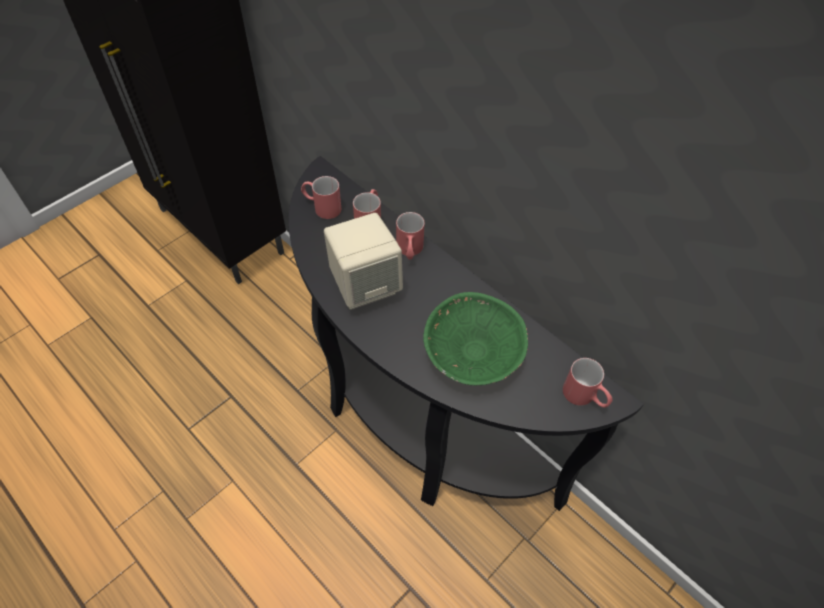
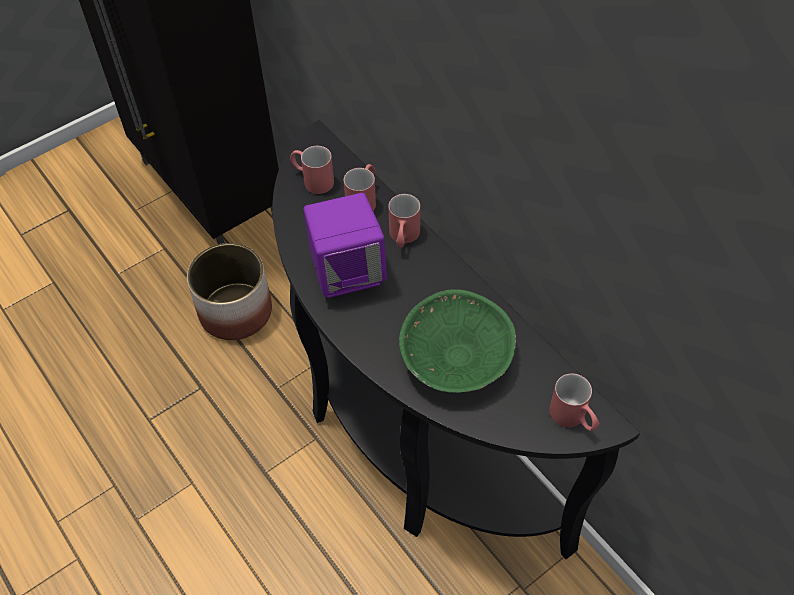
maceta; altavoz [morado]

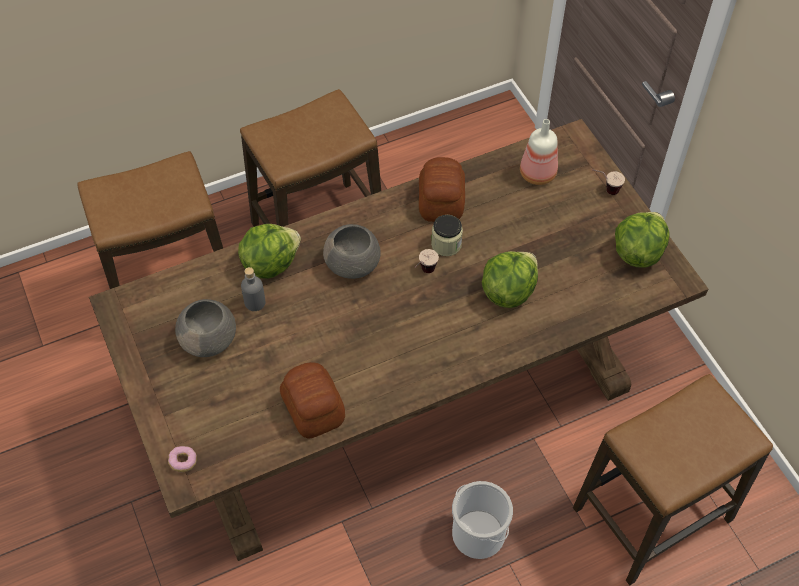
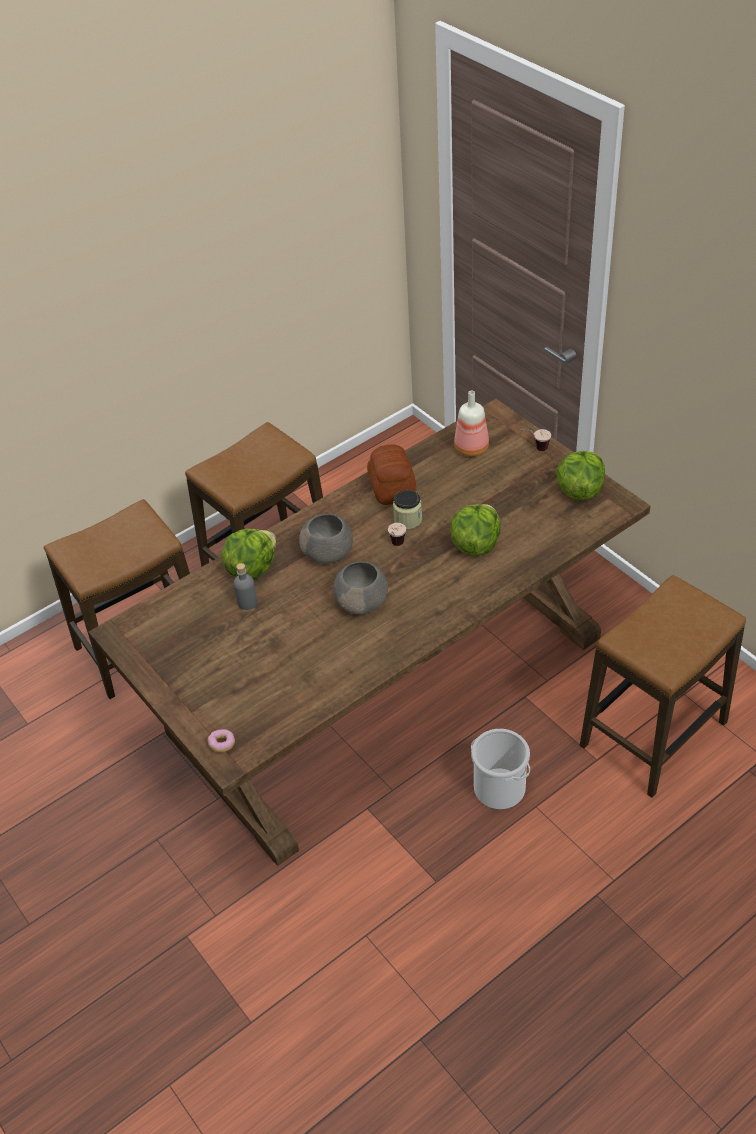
cuenco [gris] (2nd from left); pan (1st from left in the first image)

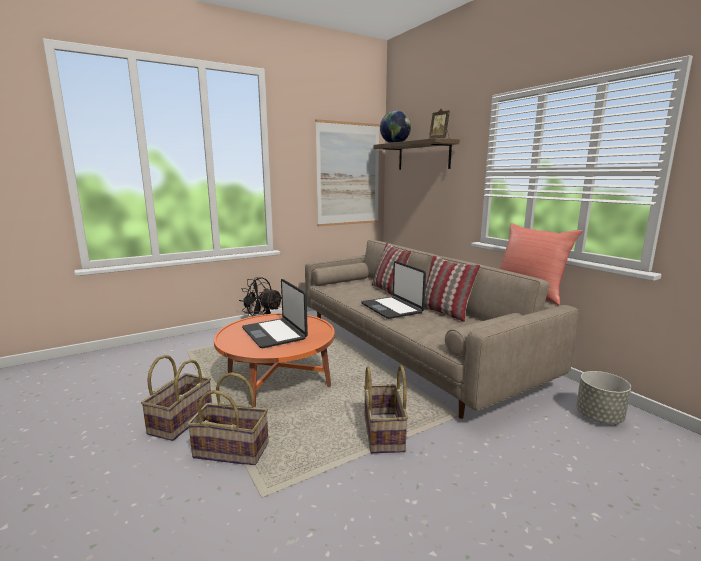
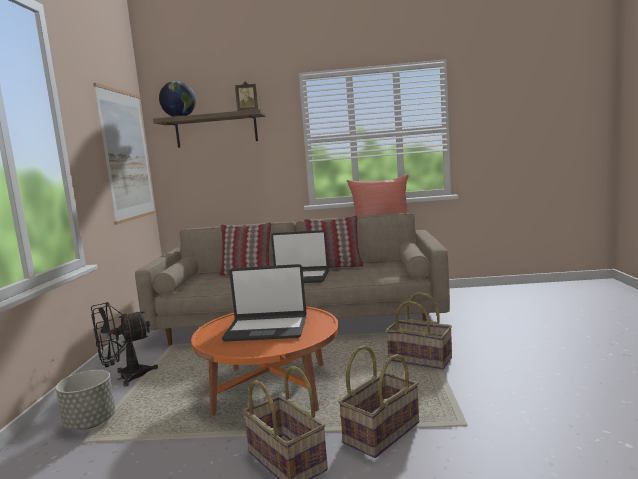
maceta [gris]

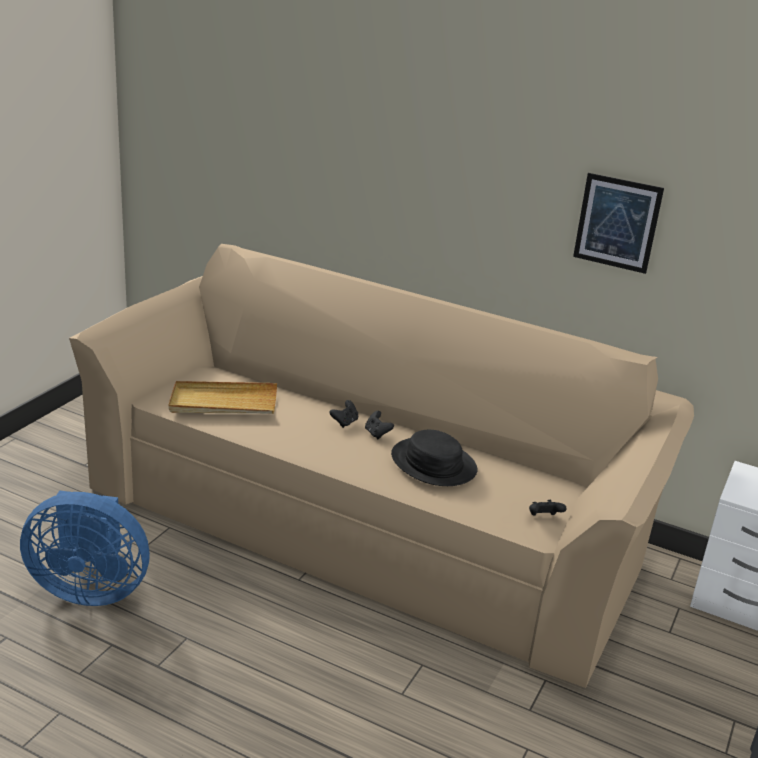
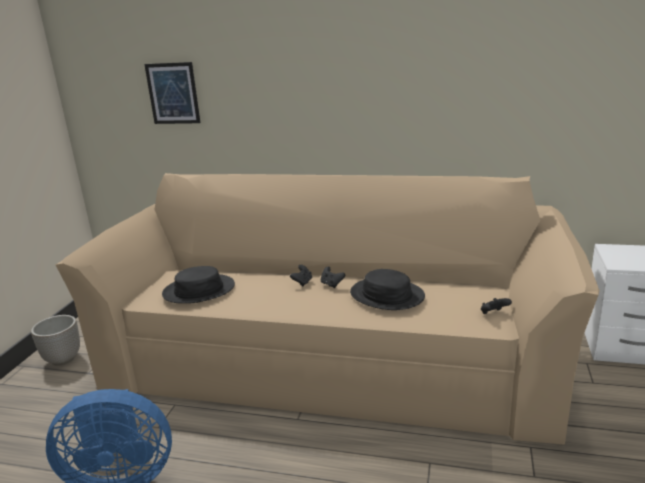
maceta; cuadro; sombrero [negro] (1st from left)

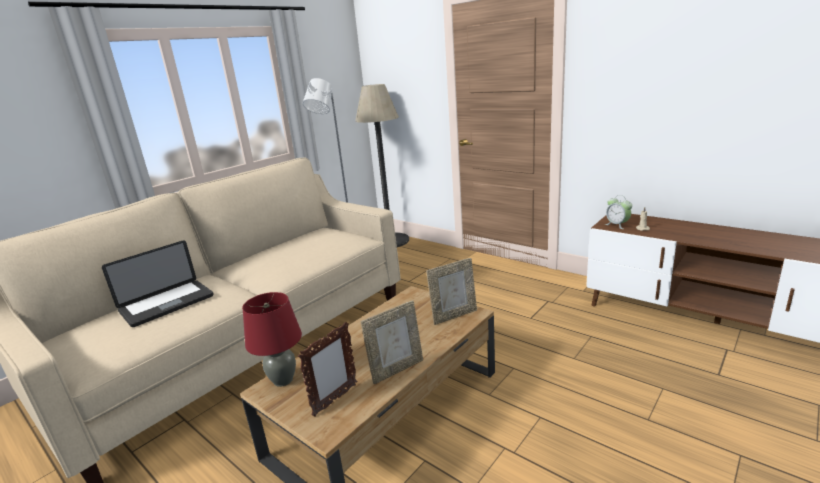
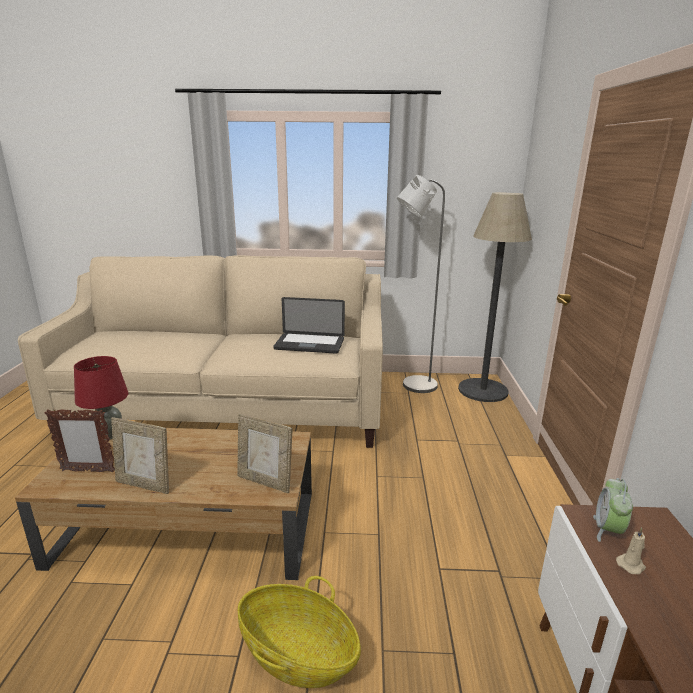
cesta; portátil

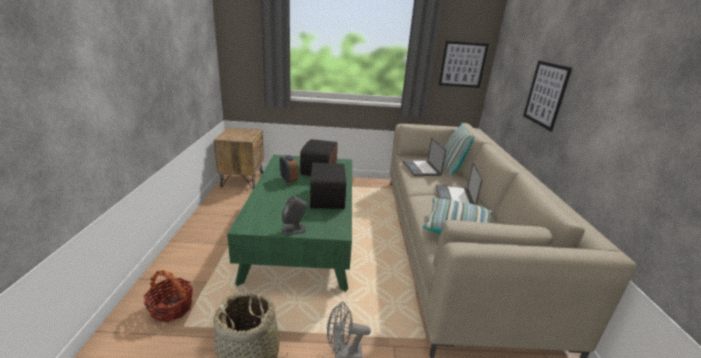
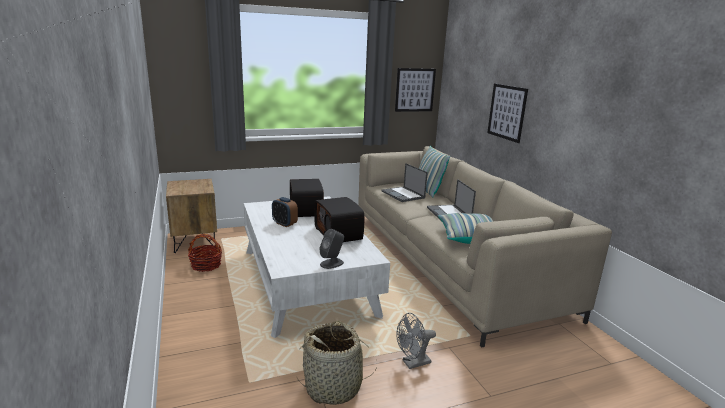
cesta (1st from left); mesa de centro [blanco]

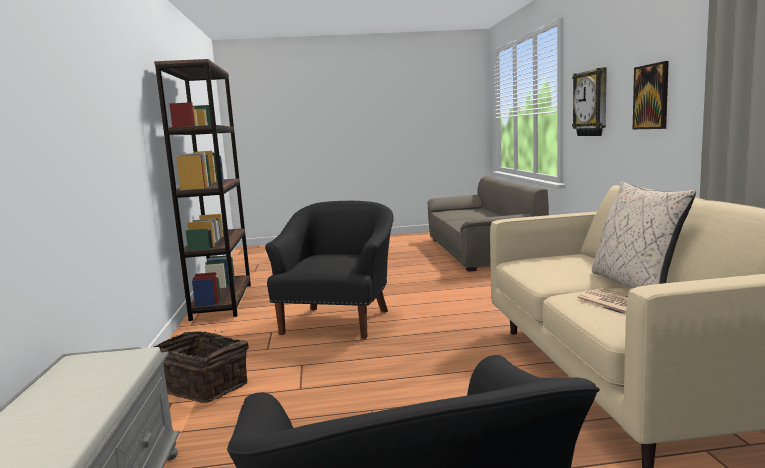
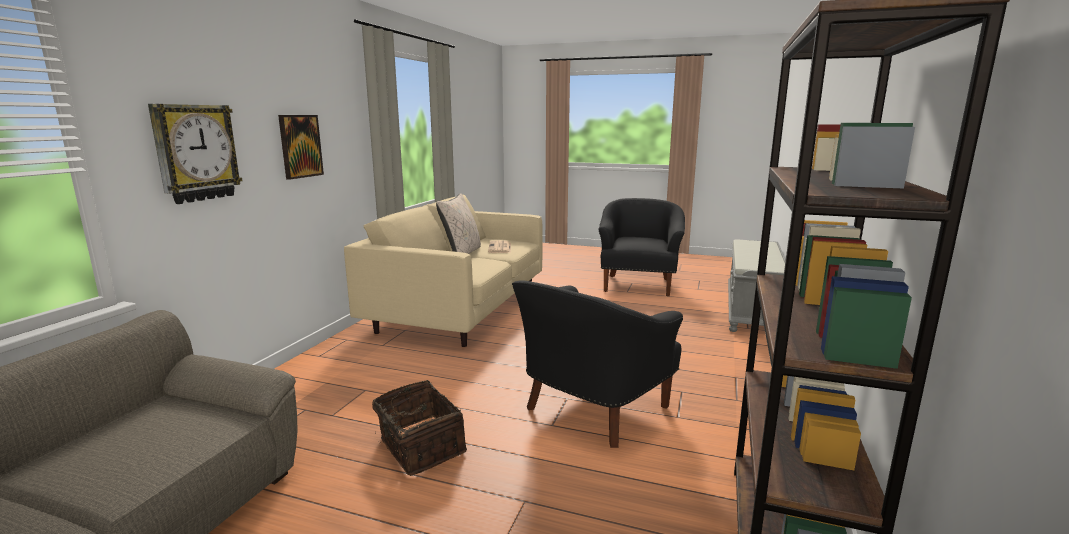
cesta

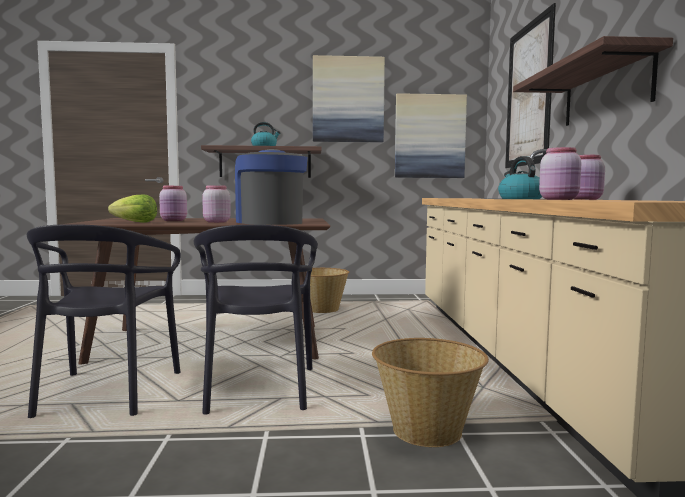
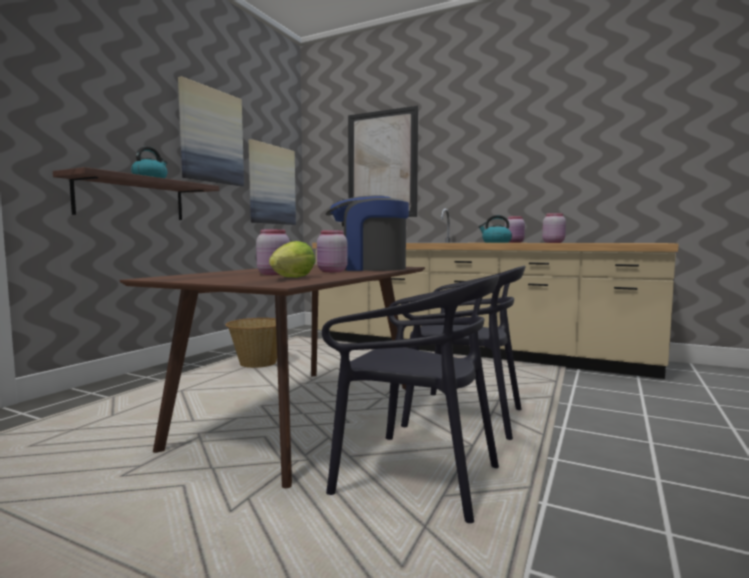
cesta (2nd from left in the first image); estante (2nd from left in the first image)

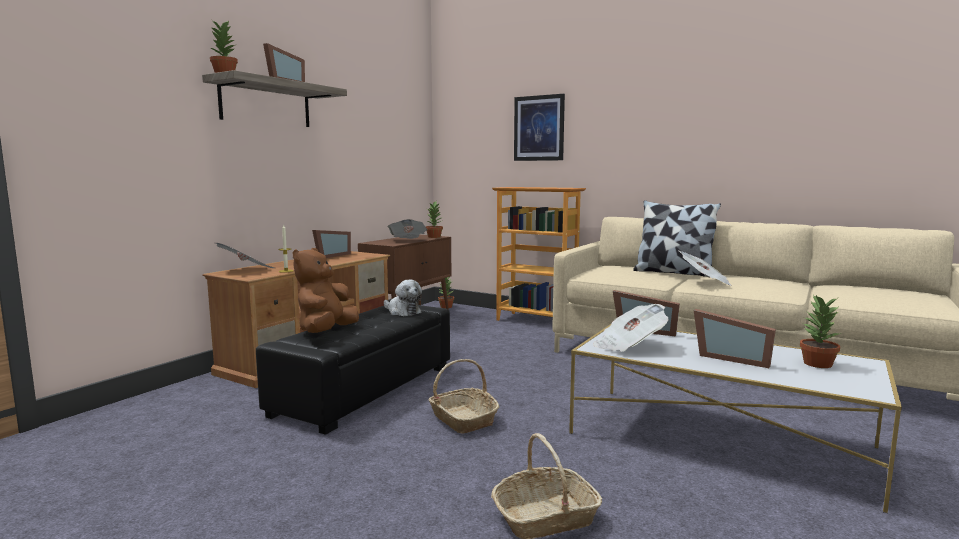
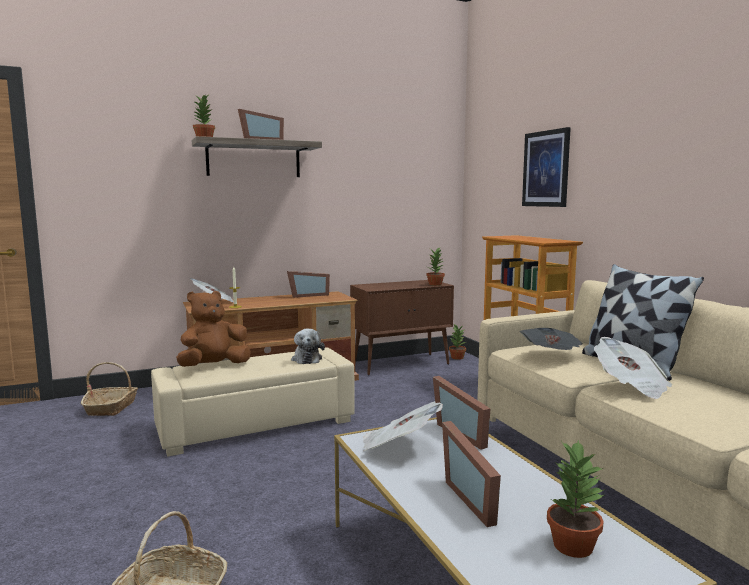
cesta (1st from left); puf [beis]; periódico (3rd from left)

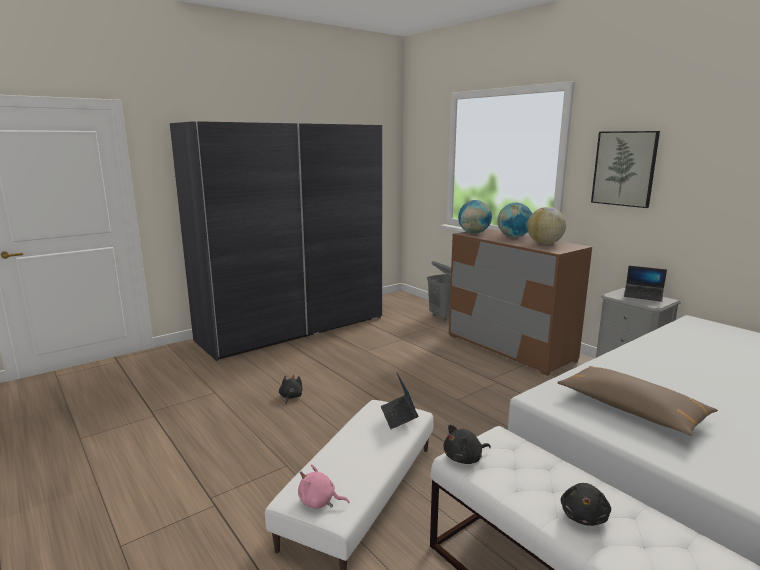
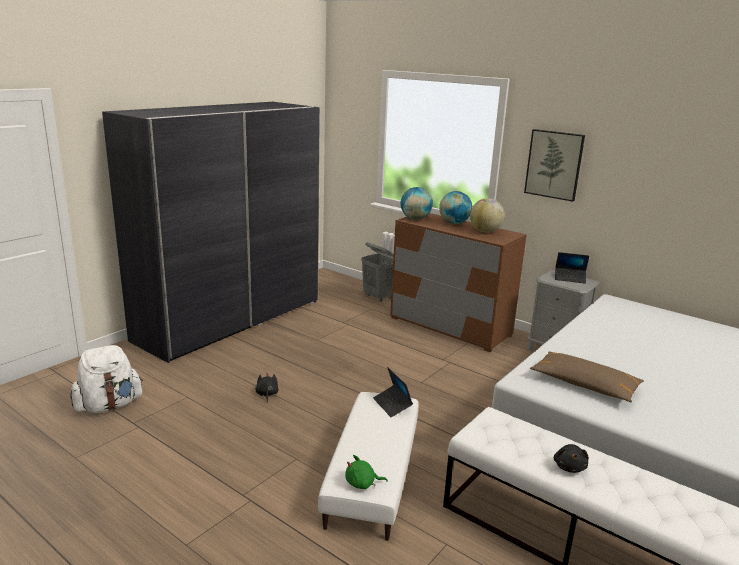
mochila [blanco]; peluche [verde]; peluche [negro] (2nd from left in the first image)

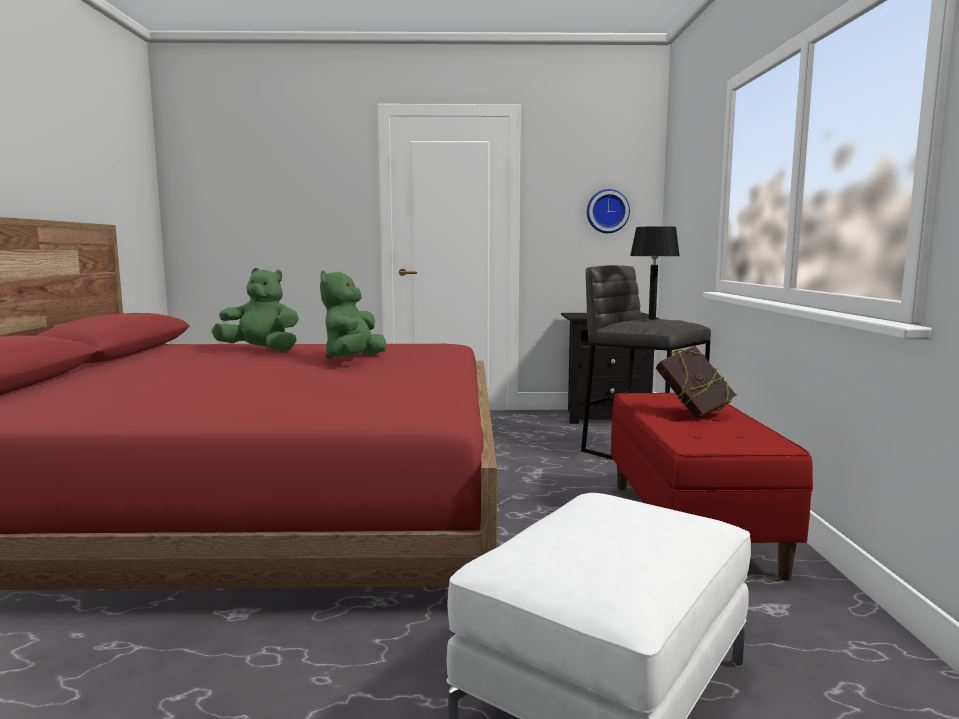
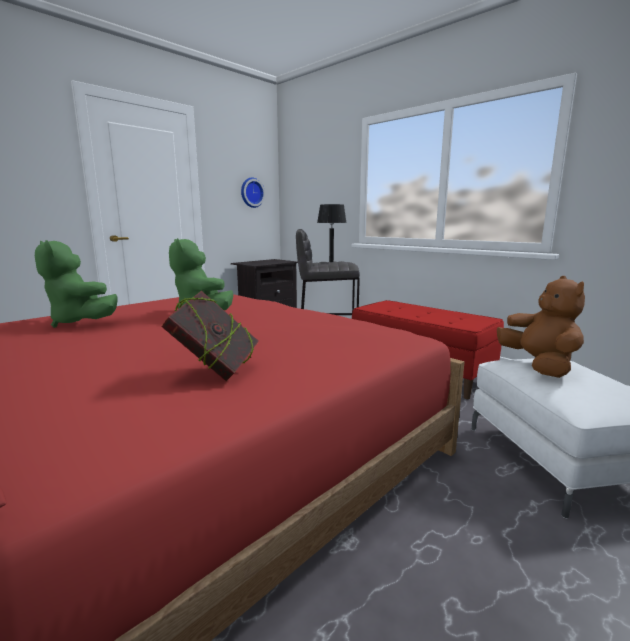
peluche [verde] (1st from left); libro; peluche [marrón]

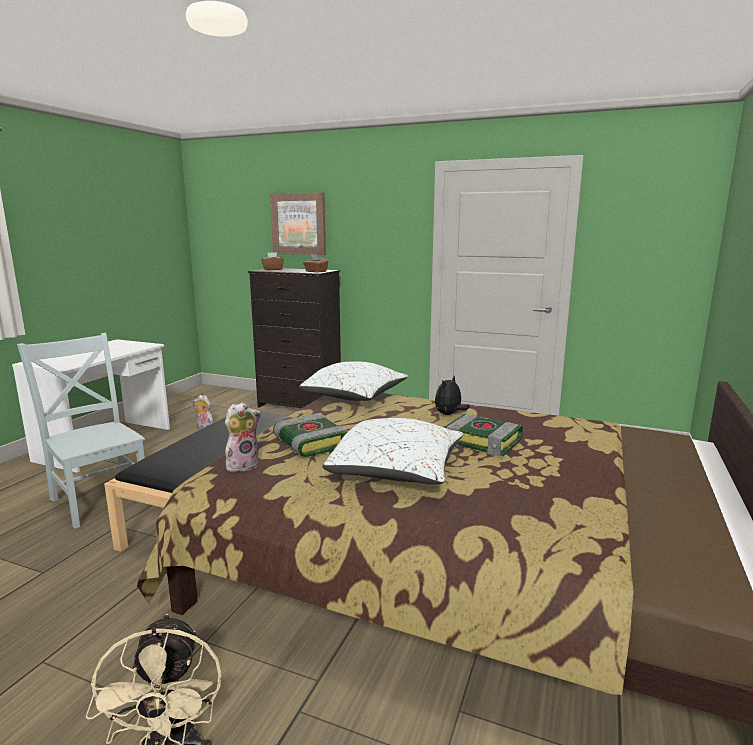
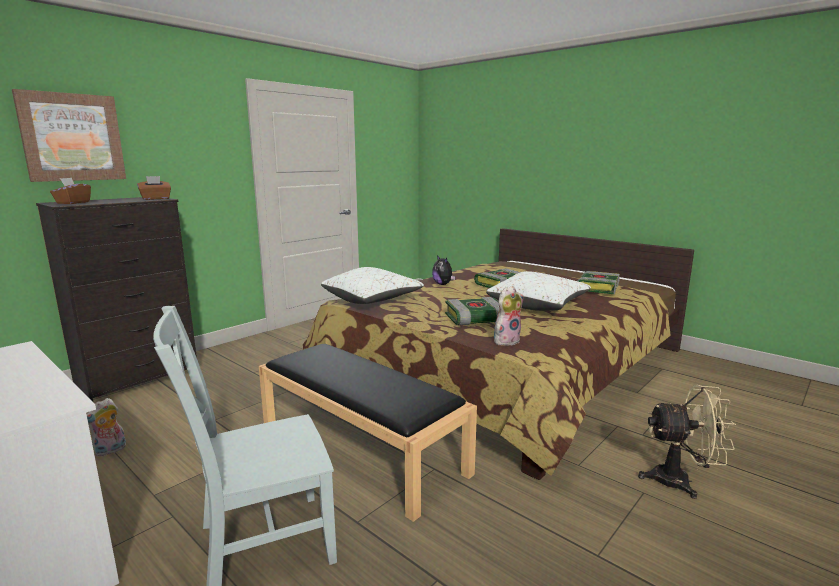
peluche (3rd from left); libro (3rd from left)

